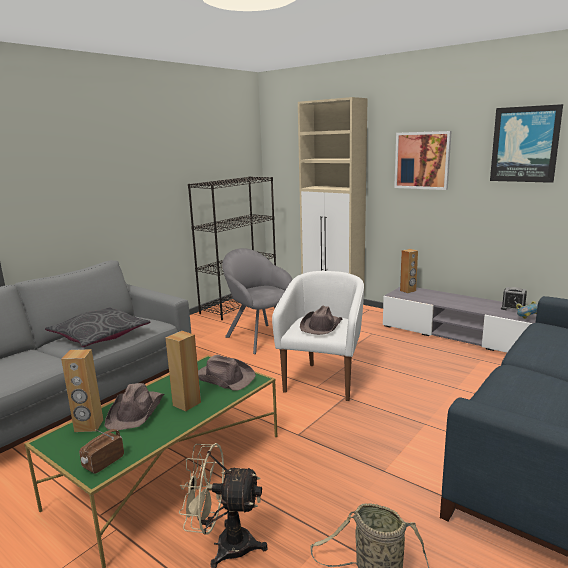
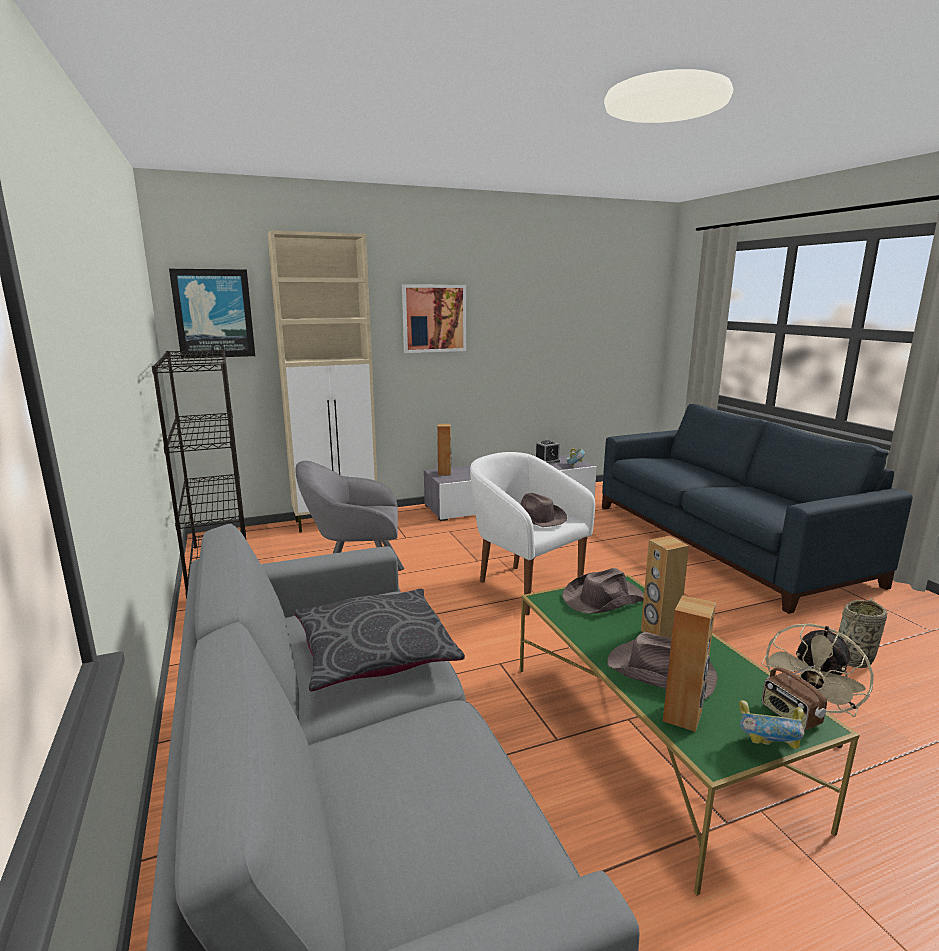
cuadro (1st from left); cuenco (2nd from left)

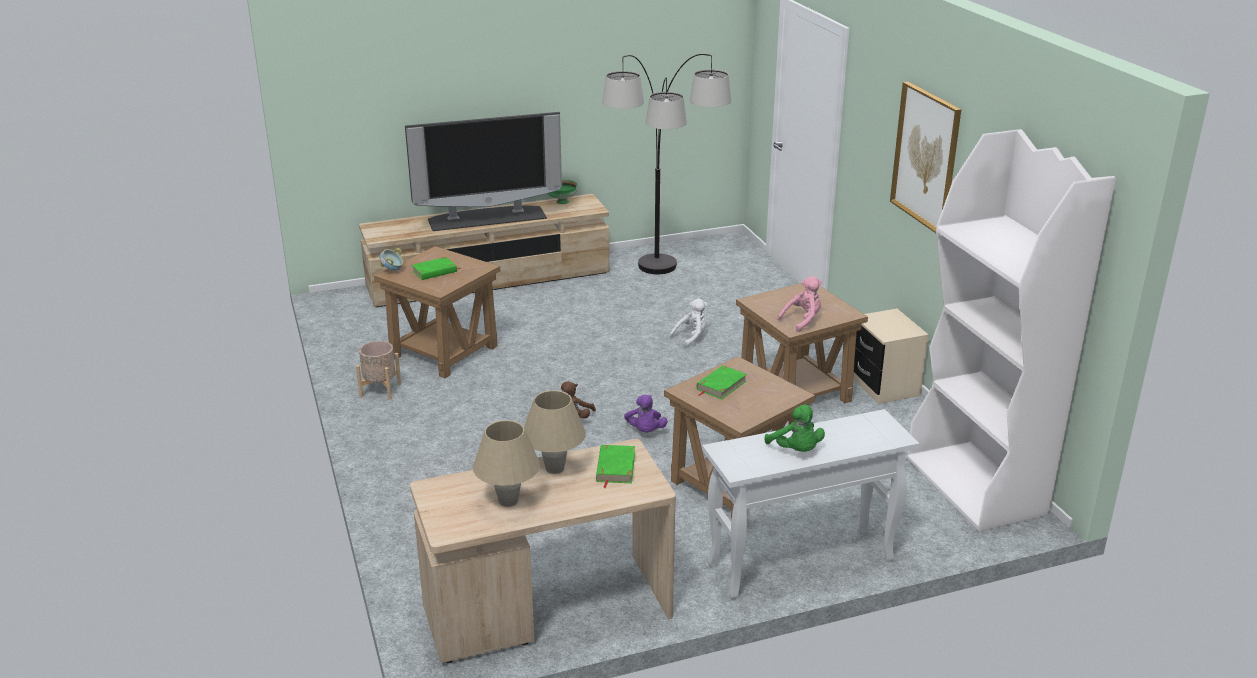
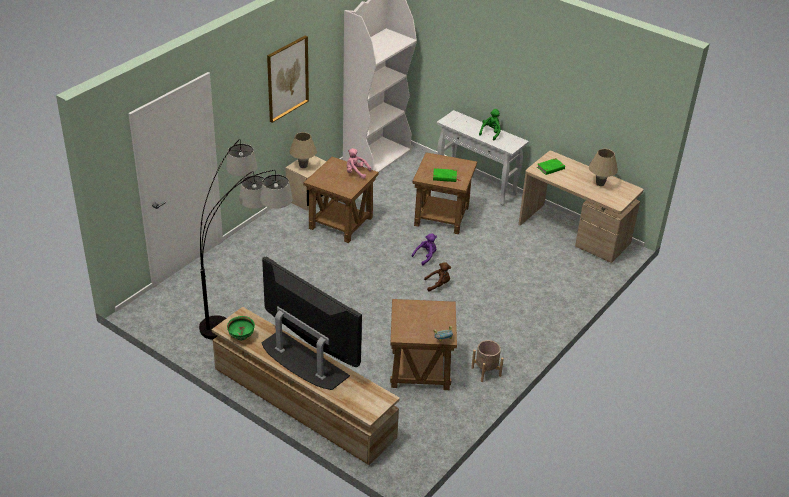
lámpara de mesa [beis] (1st from left); libro [verde] (1st from left in the first image); peluche [blanco]

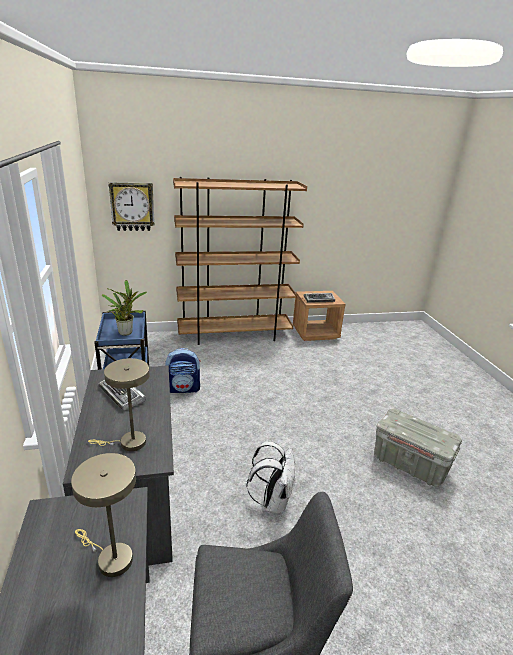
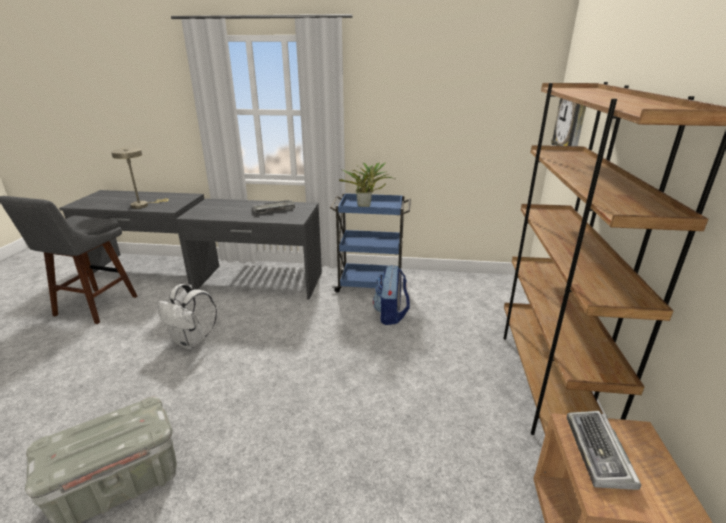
lámpara de mesa [beis] (2nd from left in the first image)

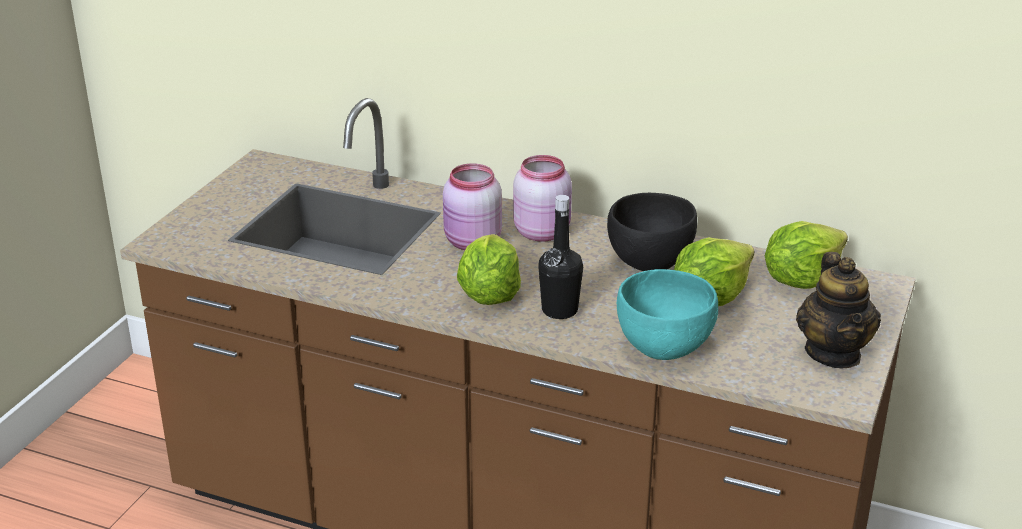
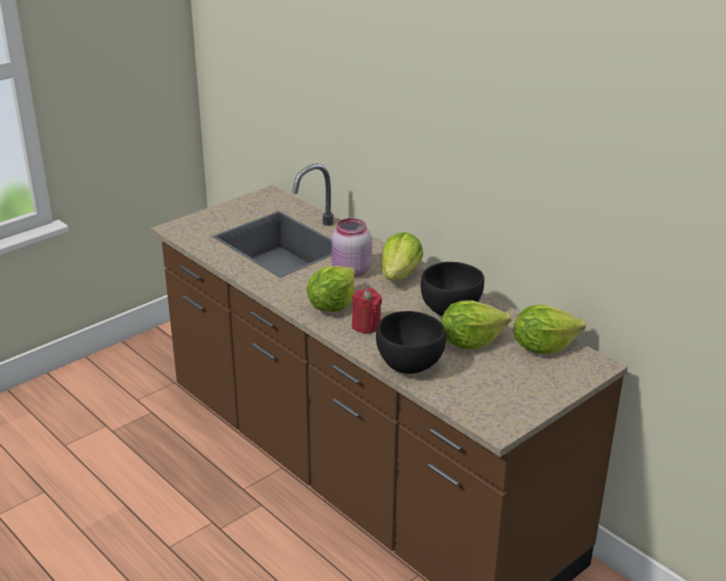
vela [rojo]; cuenco [negro] (1st from left); lechuga (2nd from left); tetera

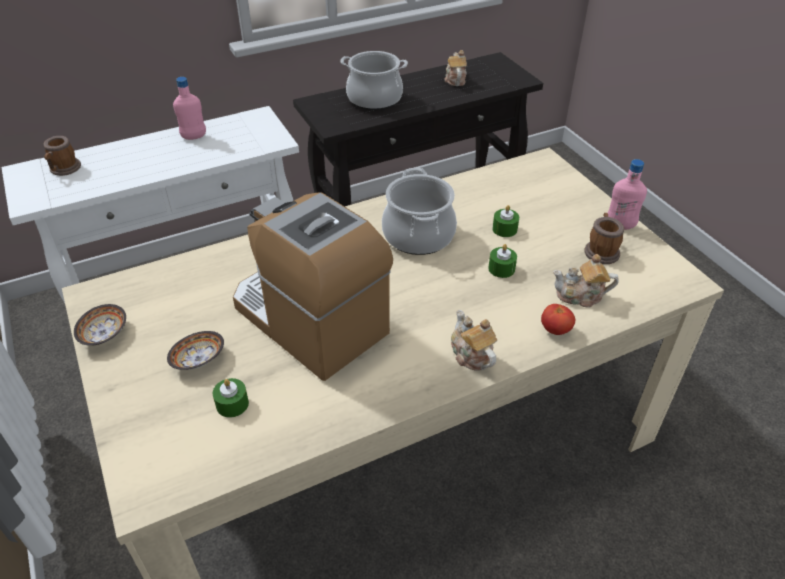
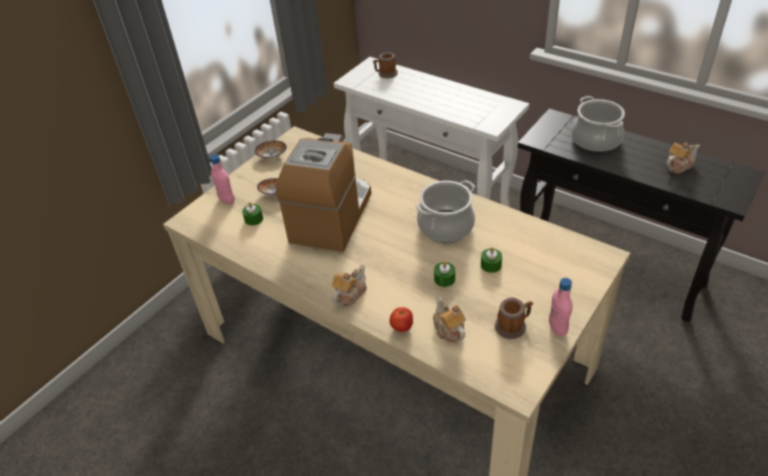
botella [rosa] (1st from left)

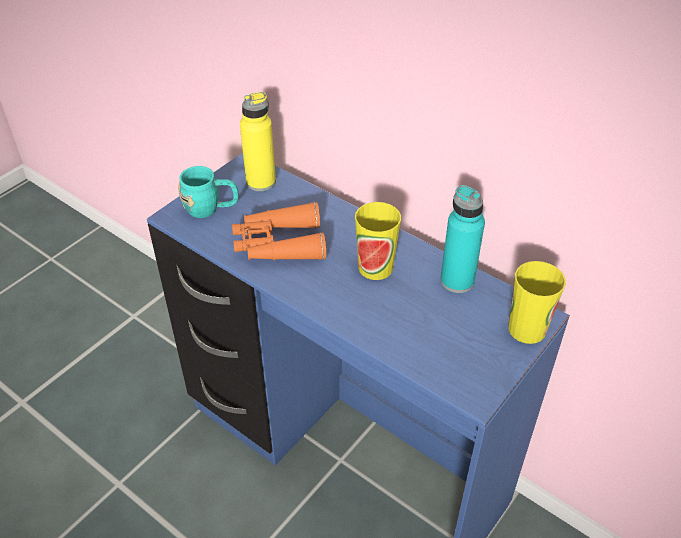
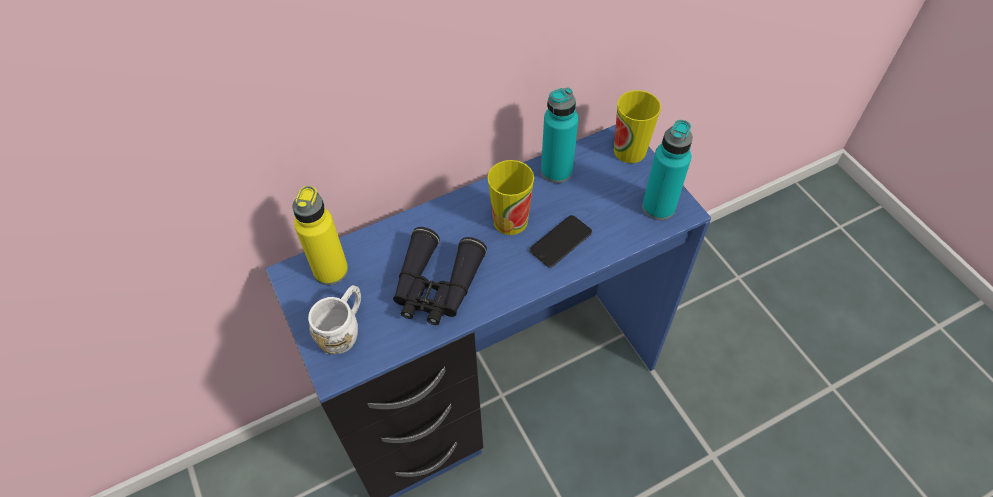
taza grande [blanco]; prismáticos [negro]; móvil; botella [turquesa] (2nd from left)

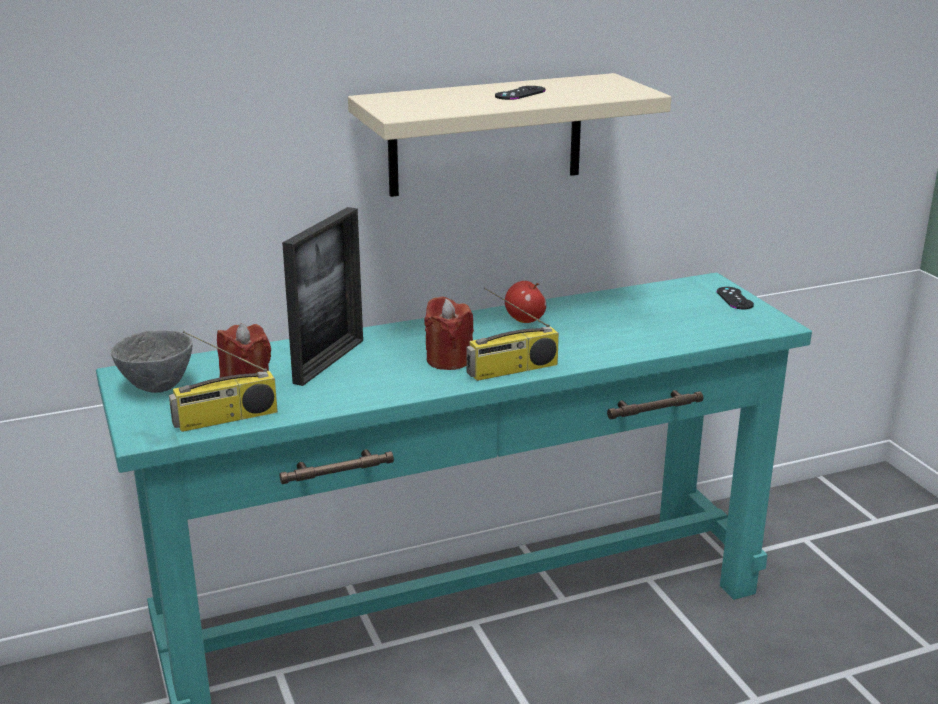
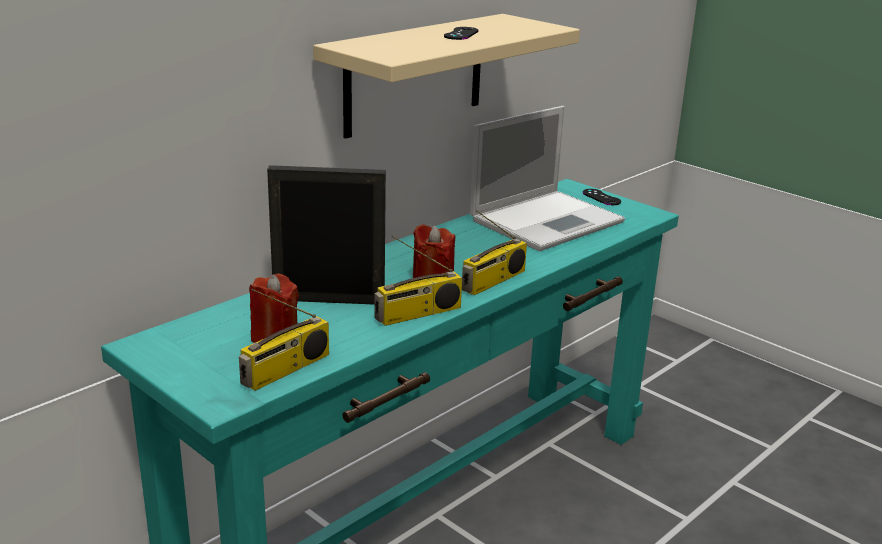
portarretratos; radio (2nd from left); portátil; cuenco [gris]; manzana

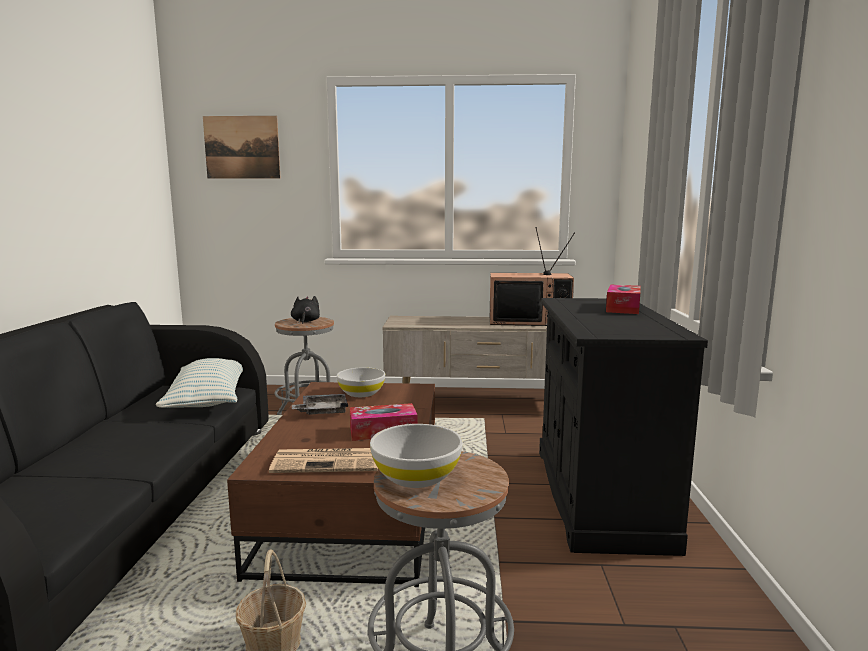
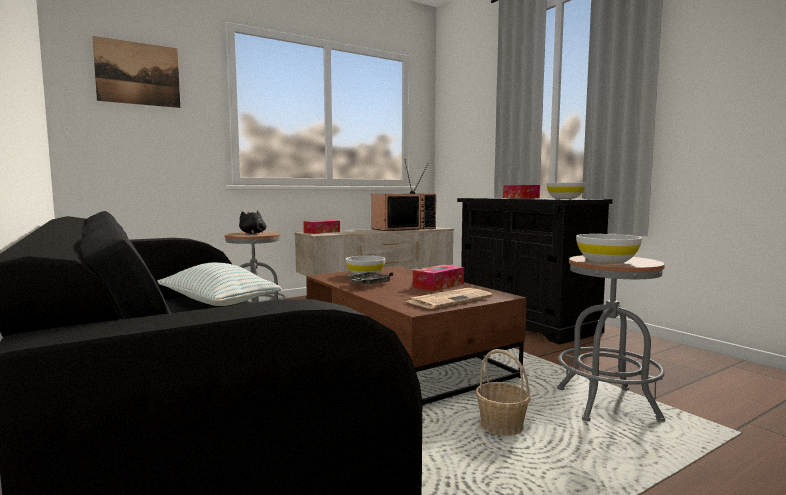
caja de pañuelos (1st from left); cuenco [blanco] (2nd from left)

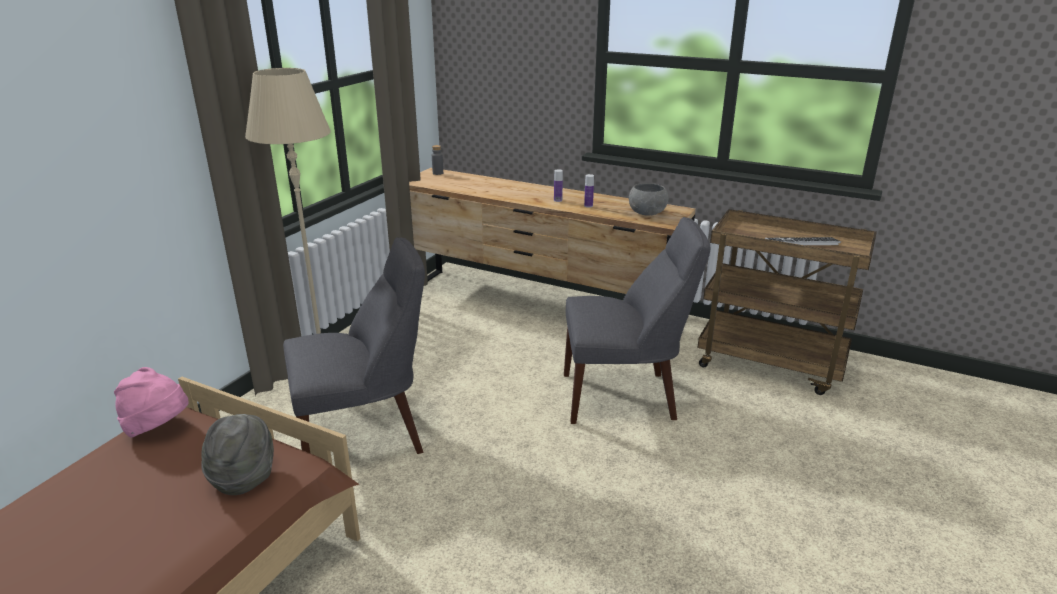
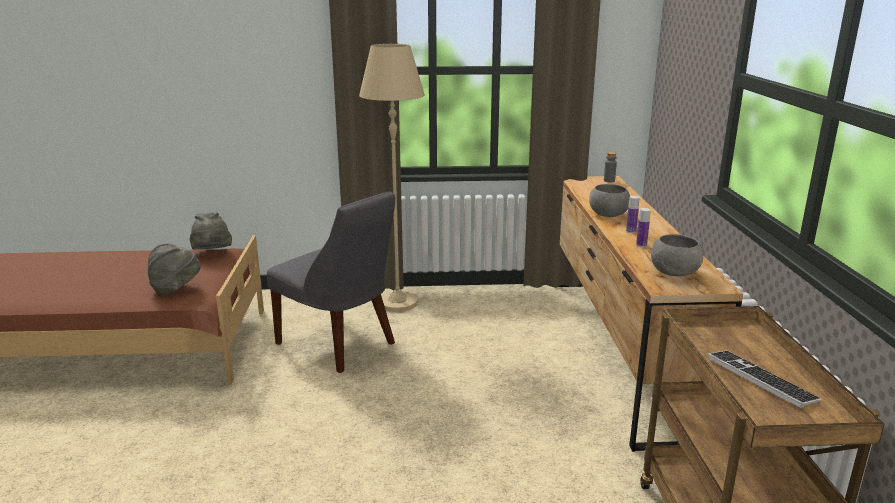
sombrero [gris] (2nd from left); cuenco [gris] (1st from left); silla [gris] (2nd from left in the first image)

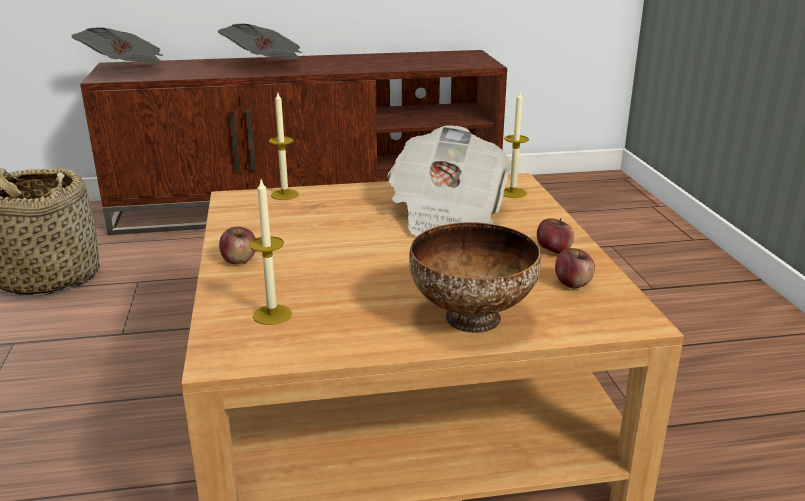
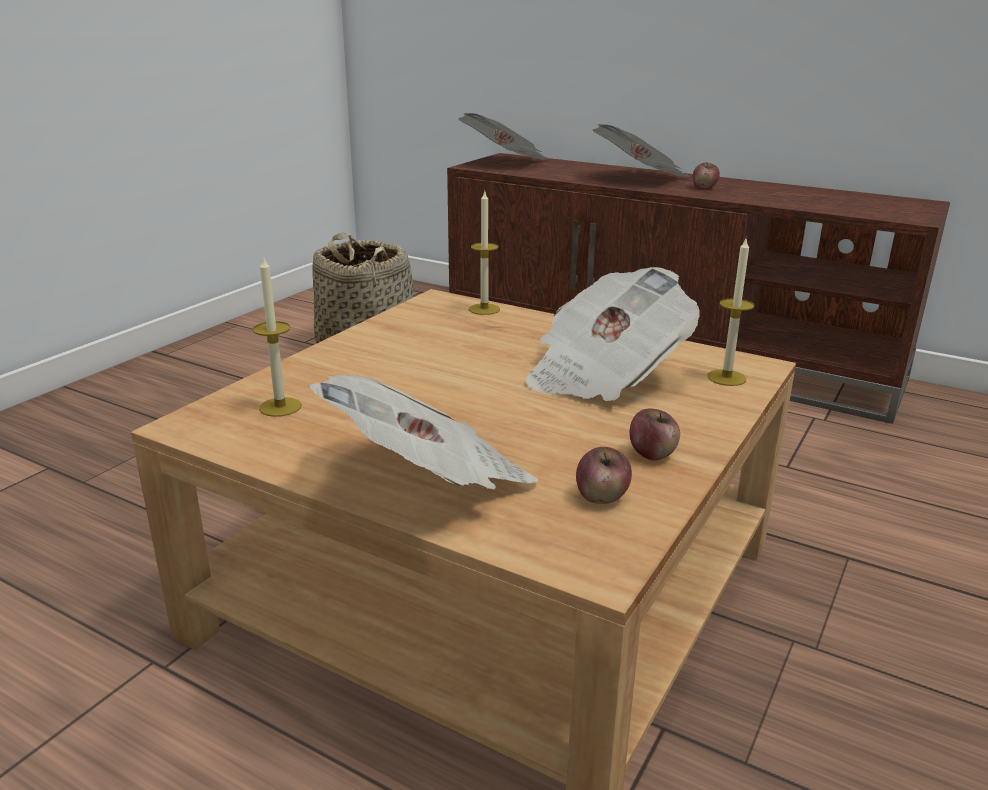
periódico (1st from left); manzana (3rd from left)

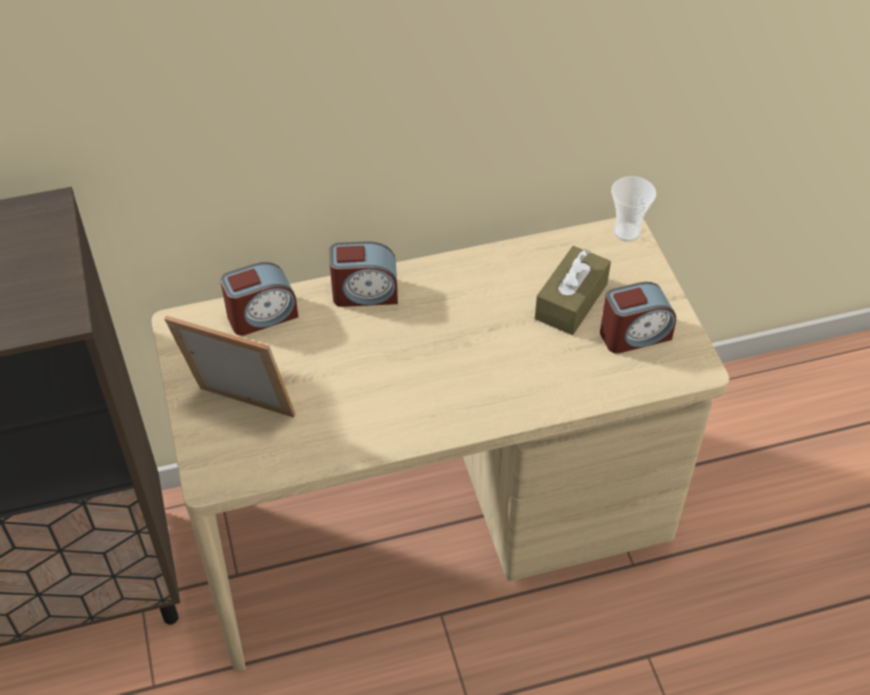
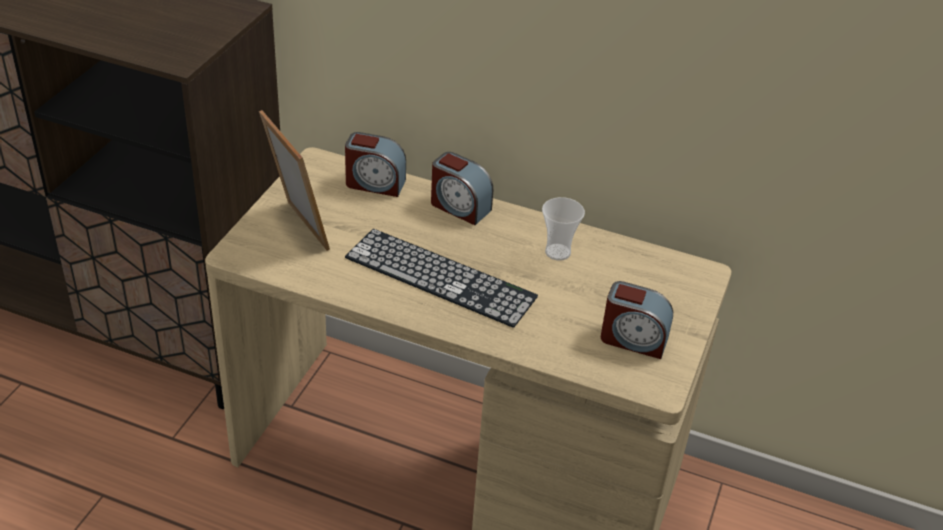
teclado; taza; caja de pañuelos [marrón]

